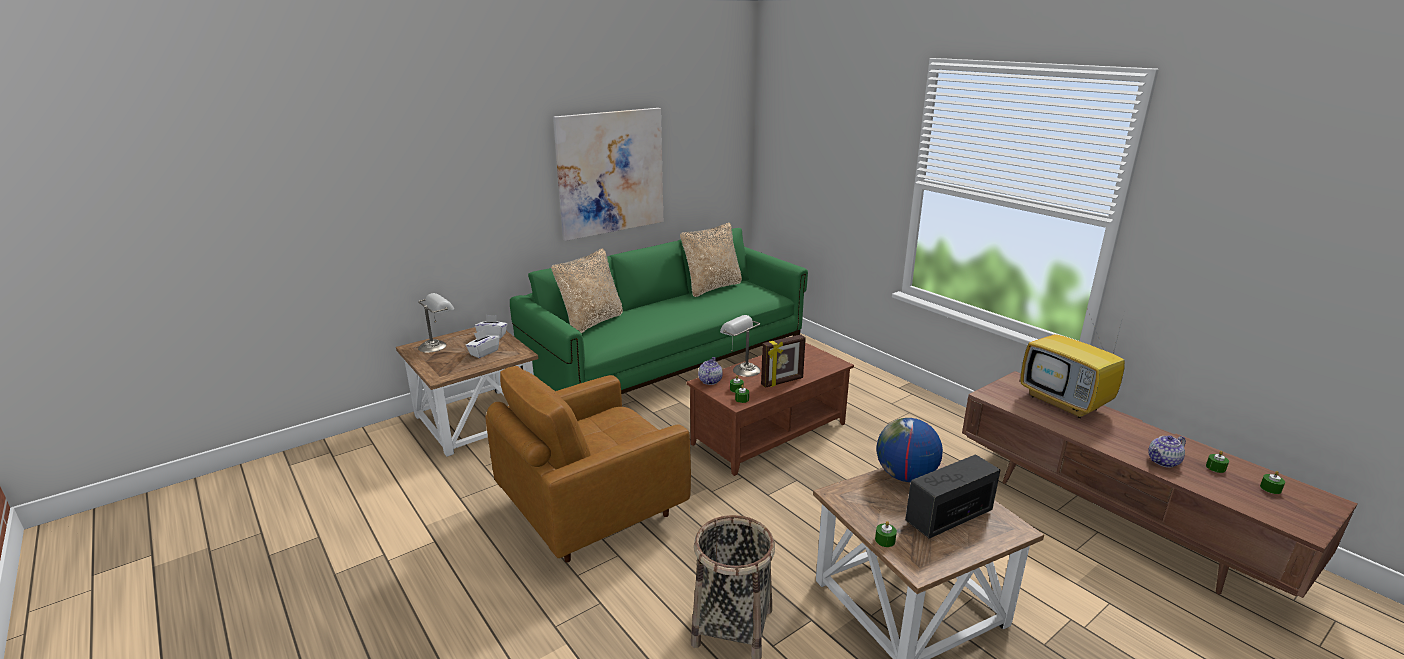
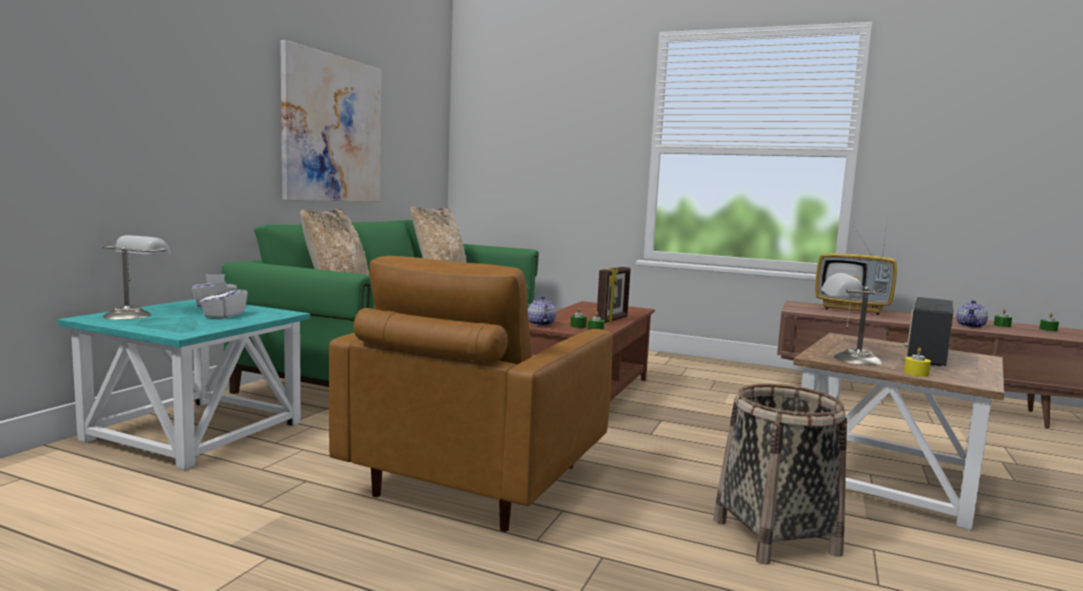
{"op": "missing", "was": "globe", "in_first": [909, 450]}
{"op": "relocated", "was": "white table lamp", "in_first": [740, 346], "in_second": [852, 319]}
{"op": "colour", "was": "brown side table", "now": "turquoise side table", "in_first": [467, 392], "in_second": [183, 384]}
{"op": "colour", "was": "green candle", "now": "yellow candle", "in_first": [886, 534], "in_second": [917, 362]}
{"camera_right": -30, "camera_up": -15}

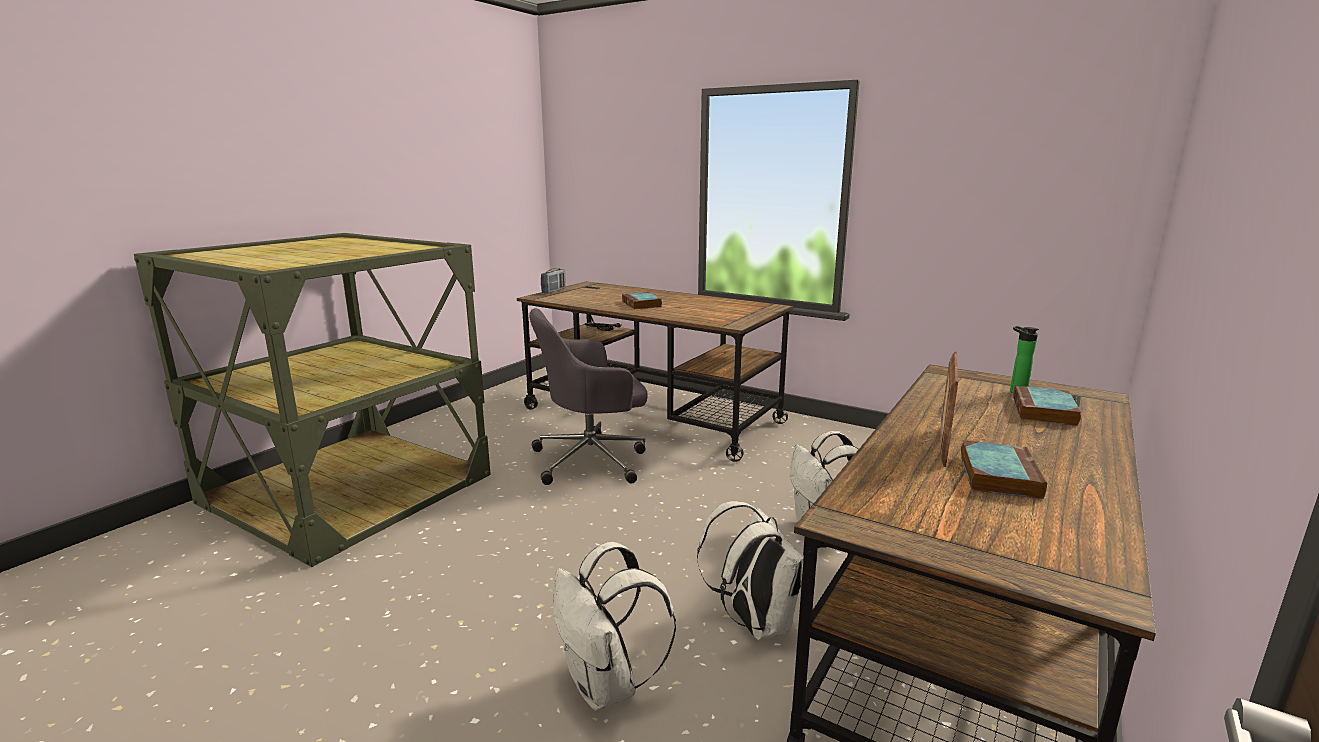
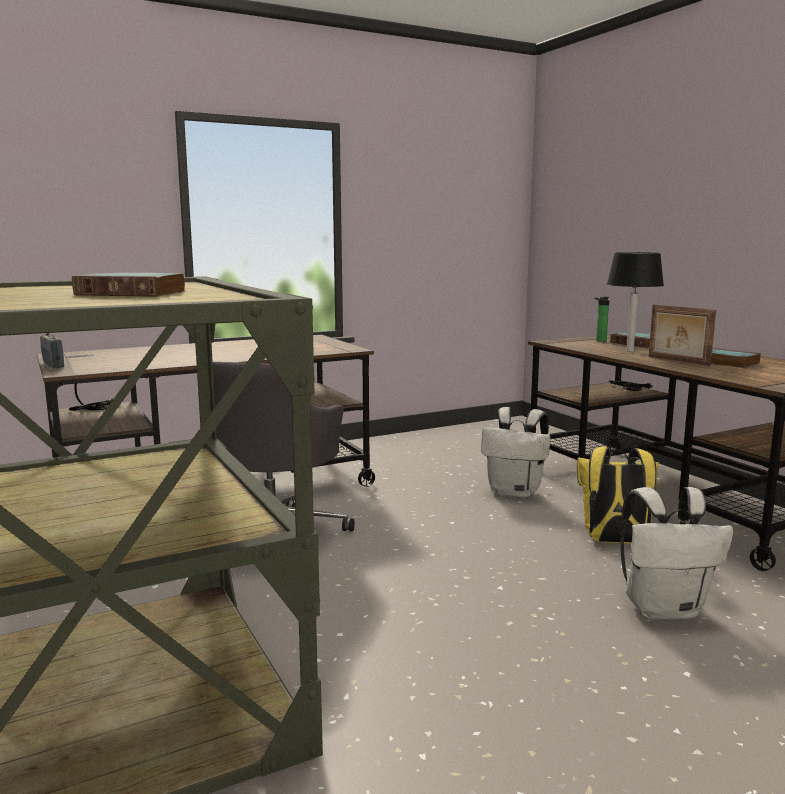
{"op": "appeared", "now": "black table lamp", "in_second": [635, 302]}
{"op": "relocated", "was": "book", "in_first": [642, 300], "in_second": [129, 284]}
{"op": "colour", "was": "white backpack", "now": "yellow backpack", "in_first": [750, 570], "in_second": [618, 495]}
{"camera_right": -60, "camera_up": -5}

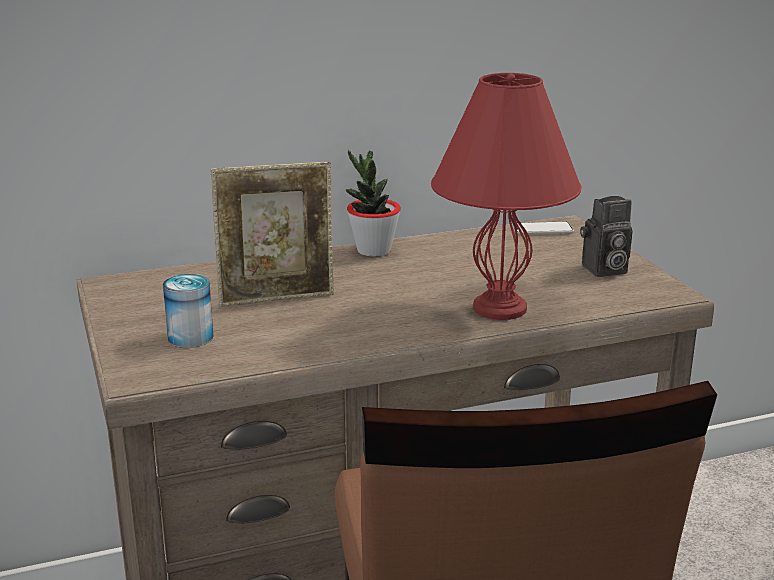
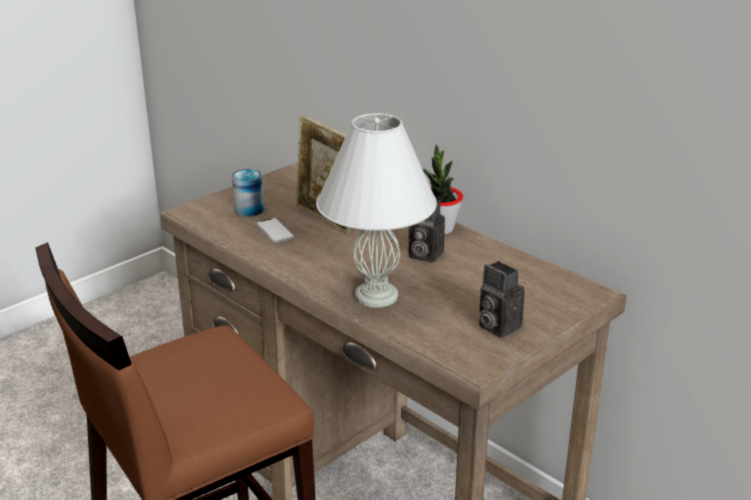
{"op": "appeared", "now": "photo camera", "in_second": [426, 231]}
{"op": "relocated", "was": "phone", "in_first": [543, 227], "in_second": [275, 230]}
{"op": "colour", "was": "red table lamp", "now": "white table lamp", "in_first": [506, 196], "in_second": [376, 210]}
{"camera_right": 65, "camera_up": 5}

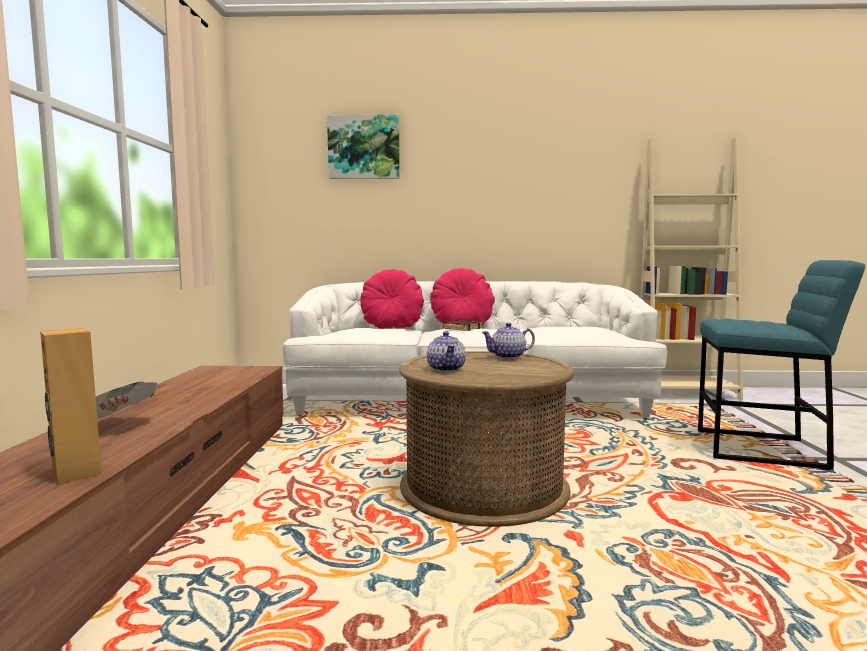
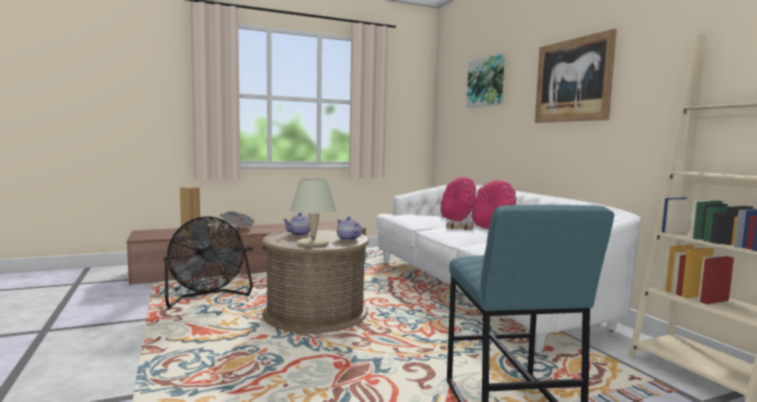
{"op": "appeared", "now": "black fan", "in_second": [208, 262]}
{"op": "appeared", "now": "beige table lamp", "in_second": [313, 212]}
{"op": "appeared", "now": "picture", "in_second": [576, 76]}
{"camera_right": 65, "camera_up": 0}

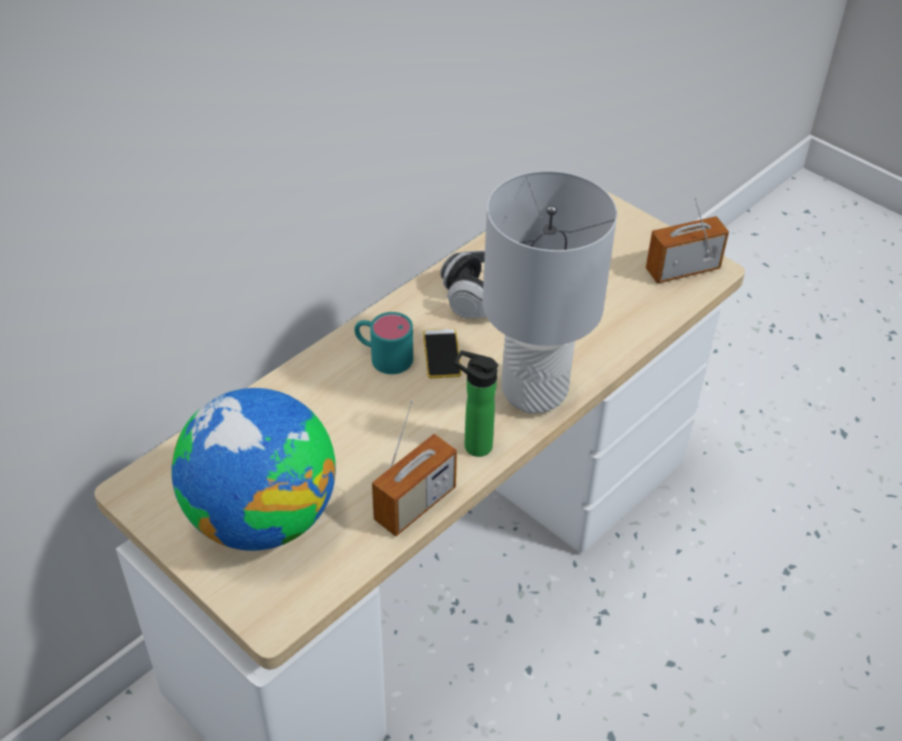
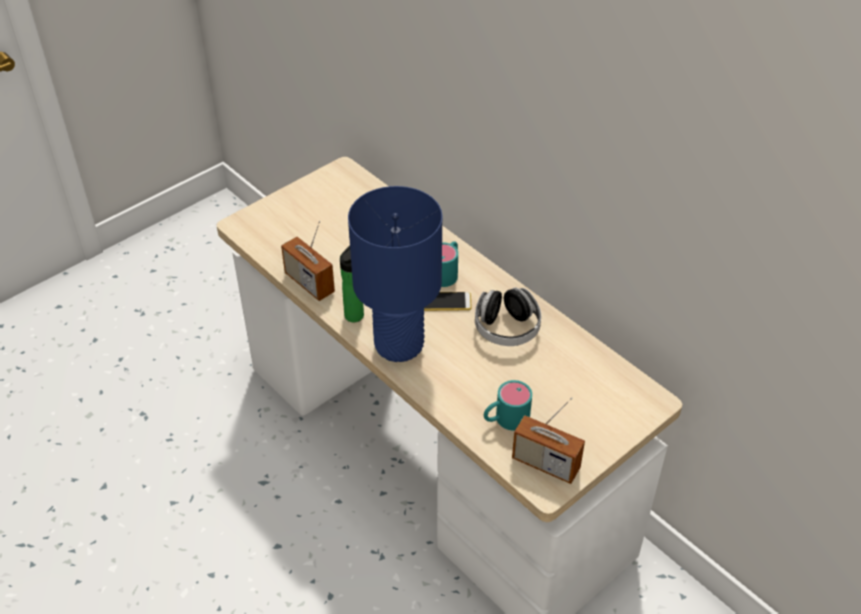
{"op": "missing", "was": "globe", "in_first": [253, 469]}
{"op": "appeared", "now": "turquoise mug", "in_second": [508, 405]}
{"op": "colour", "was": "grey table lamp", "now": "blue table lamp", "in_first": [550, 292], "in_second": [395, 274]}
{"op": "spun", "was": "radio", "in_first": [687, 240], "in_second": [548, 440], "clockwise": 135}
{"camera_right": 95, "camera_up": 0}

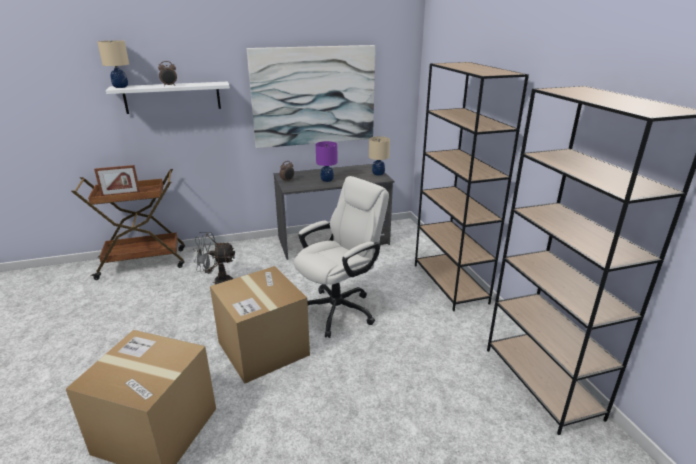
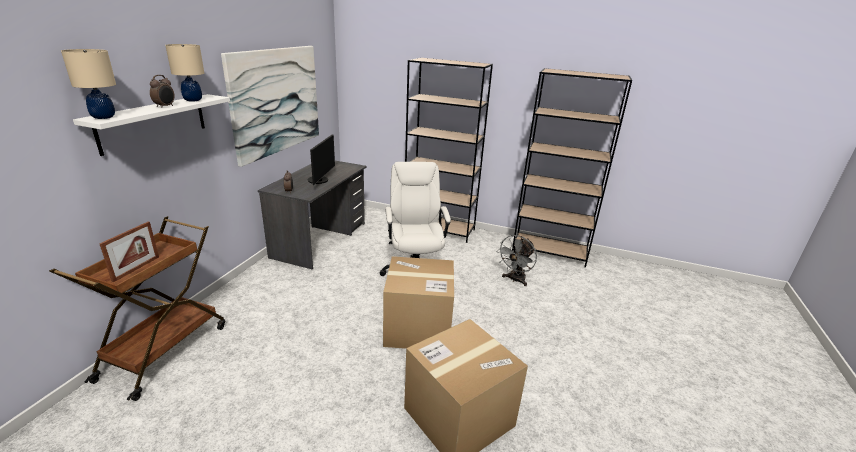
{"op": "relocated", "was": "grey fan", "in_first": [214, 258], "in_second": [516, 260]}
{"op": "relocated", "was": "beige table lamp", "in_first": [379, 156], "in_second": [184, 72]}
{"op": "exchanged", "was": "purple table lamp", "now": "monitor", "in_first": [326, 161], "in_second": [321, 159]}
{"camera_right": -55, "camera_up": 0}

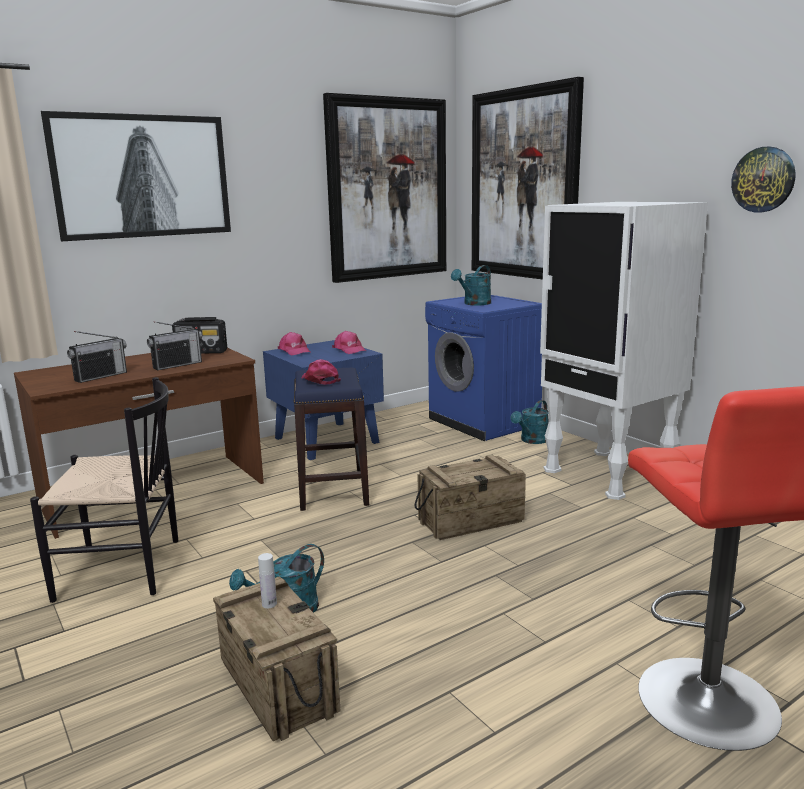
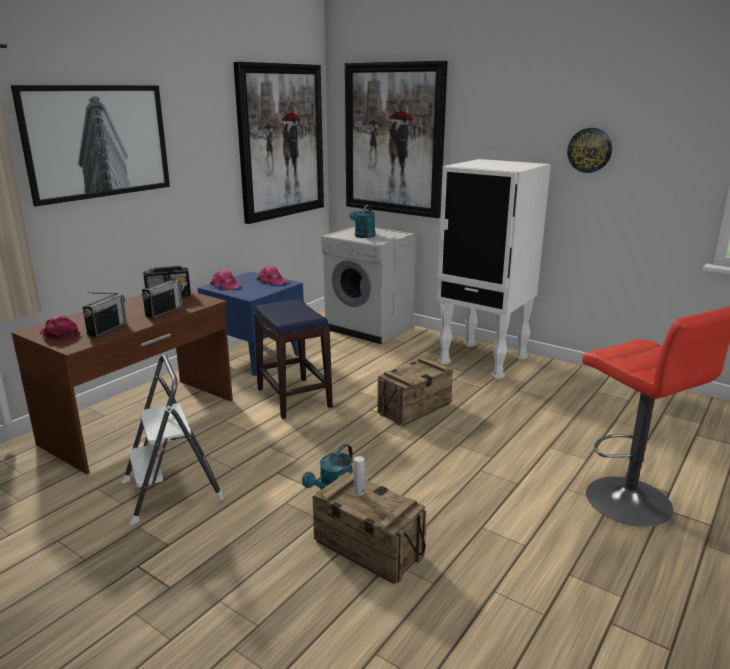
{"op": "missing", "was": "turquoise watering can", "in_first": [529, 422]}
{"op": "relocated", "was": "pink cap", "in_first": [321, 372], "in_second": [60, 327]}
{"op": "exchanged", "was": "black chair", "now": "white step ladder", "in_first": [104, 490], "in_second": [172, 440]}
{"op": "colour", "was": "blue washing machine", "now": "white washing machine", "in_first": [483, 368], "in_second": [368, 285]}
{"camera_right": -20, "camera_up": 5}

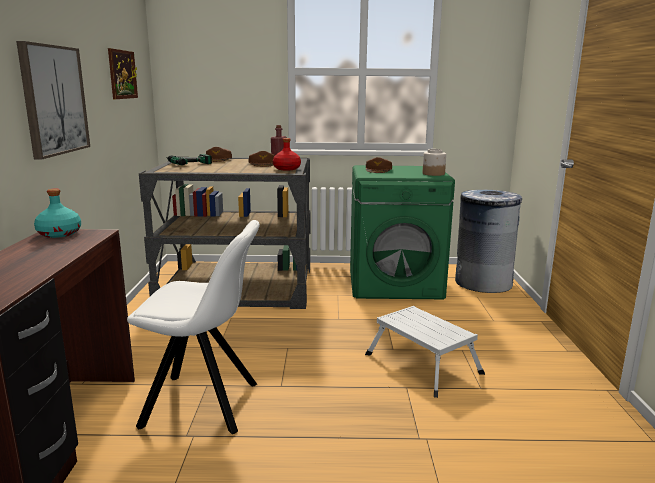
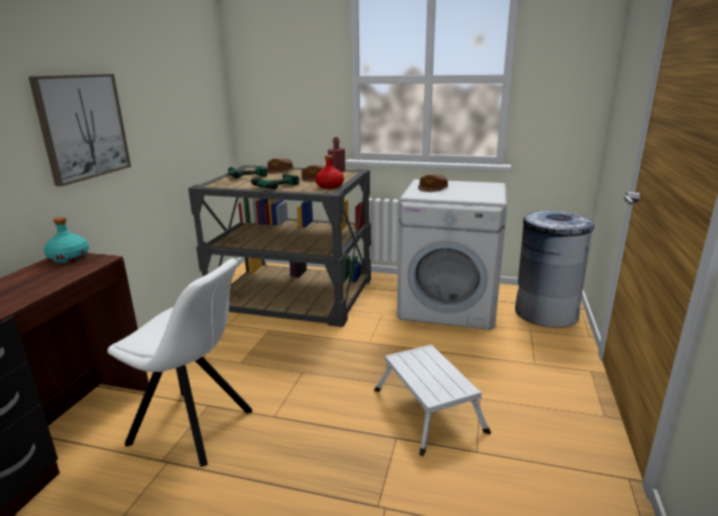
{"op": "missing", "was": "picture", "in_first": [123, 73]}
{"op": "missing", "was": "jar", "in_first": [434, 162]}
{"op": "appeared", "now": "power drill", "in_second": [272, 181]}
{"op": "colour", "was": "green washing machine", "now": "white washing machine", "in_first": [402, 232], "in_second": [452, 254]}
{"camera_right": 15, "camera_up": 5}

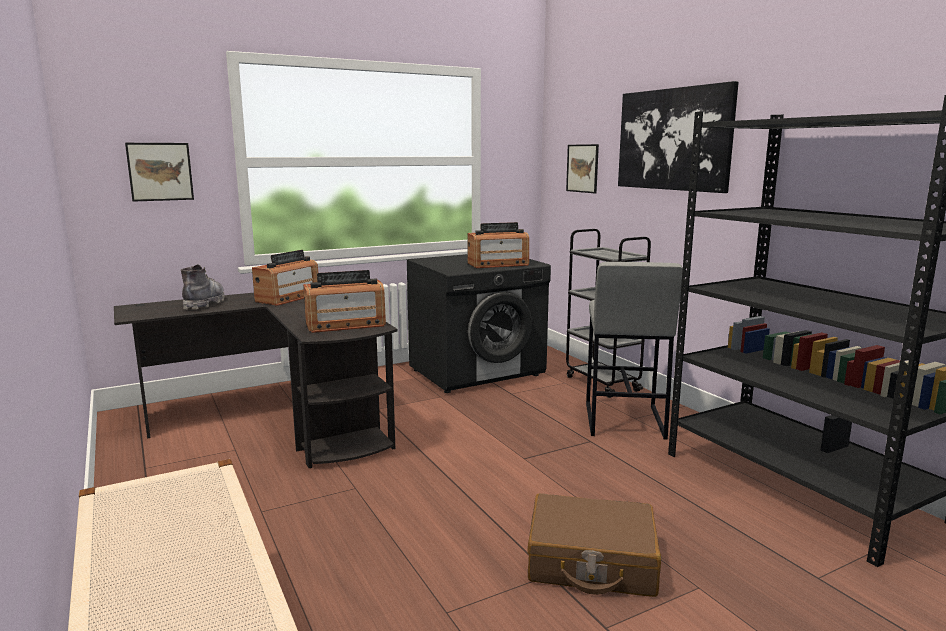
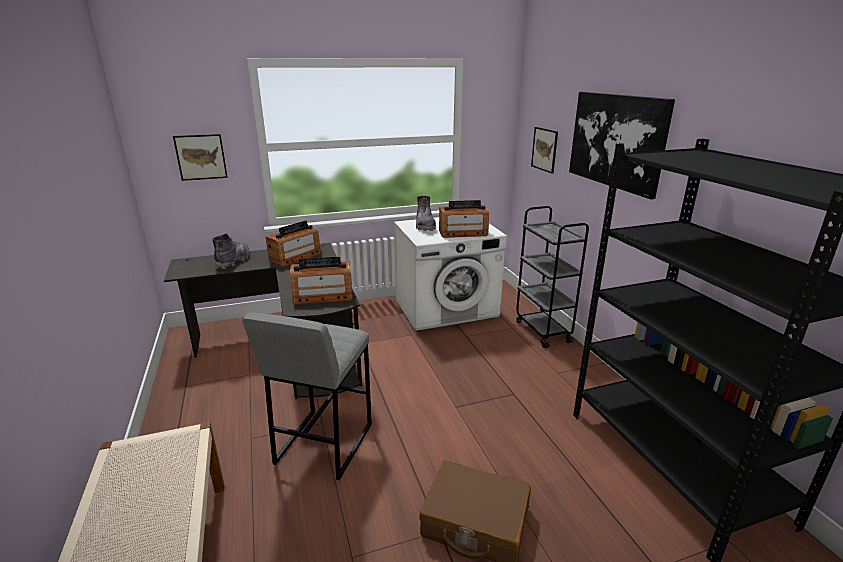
{"op": "appeared", "now": "grey boot", "in_second": [426, 213]}
{"op": "relocated", "was": "grey stool", "in_first": [634, 351], "in_second": [307, 396]}
{"op": "colour", "was": "black washing machine", "now": "white washing machine", "in_first": [479, 323], "in_second": [450, 274]}
{"camera_right": 10, "camera_up": 10}

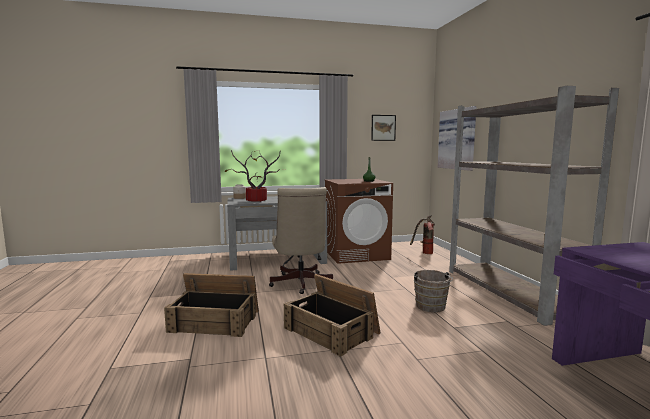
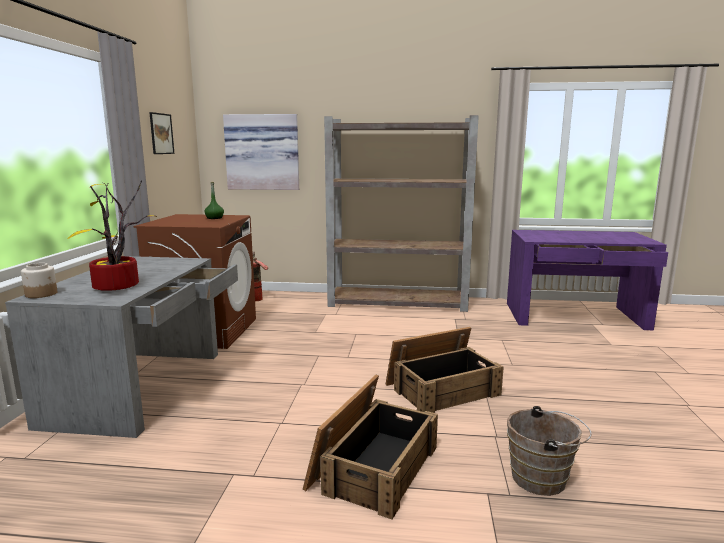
{"op": "missing", "was": "beige office chair", "in_first": [301, 240]}
{"op": "relocated", "was": "brown bucket", "in_first": [433, 291], "in_second": [549, 451]}
{"camera_right": -70, "camera_up": 5}

